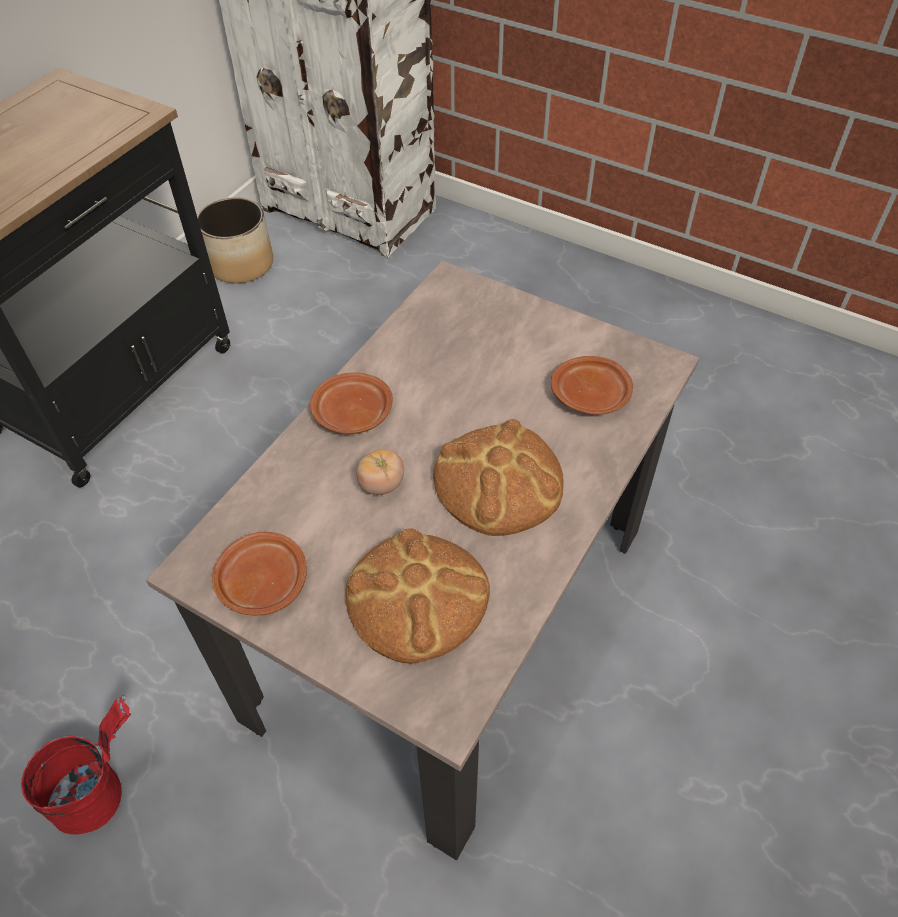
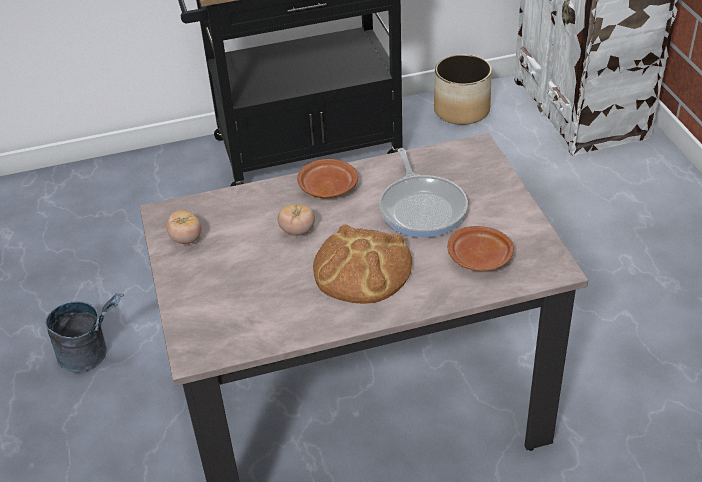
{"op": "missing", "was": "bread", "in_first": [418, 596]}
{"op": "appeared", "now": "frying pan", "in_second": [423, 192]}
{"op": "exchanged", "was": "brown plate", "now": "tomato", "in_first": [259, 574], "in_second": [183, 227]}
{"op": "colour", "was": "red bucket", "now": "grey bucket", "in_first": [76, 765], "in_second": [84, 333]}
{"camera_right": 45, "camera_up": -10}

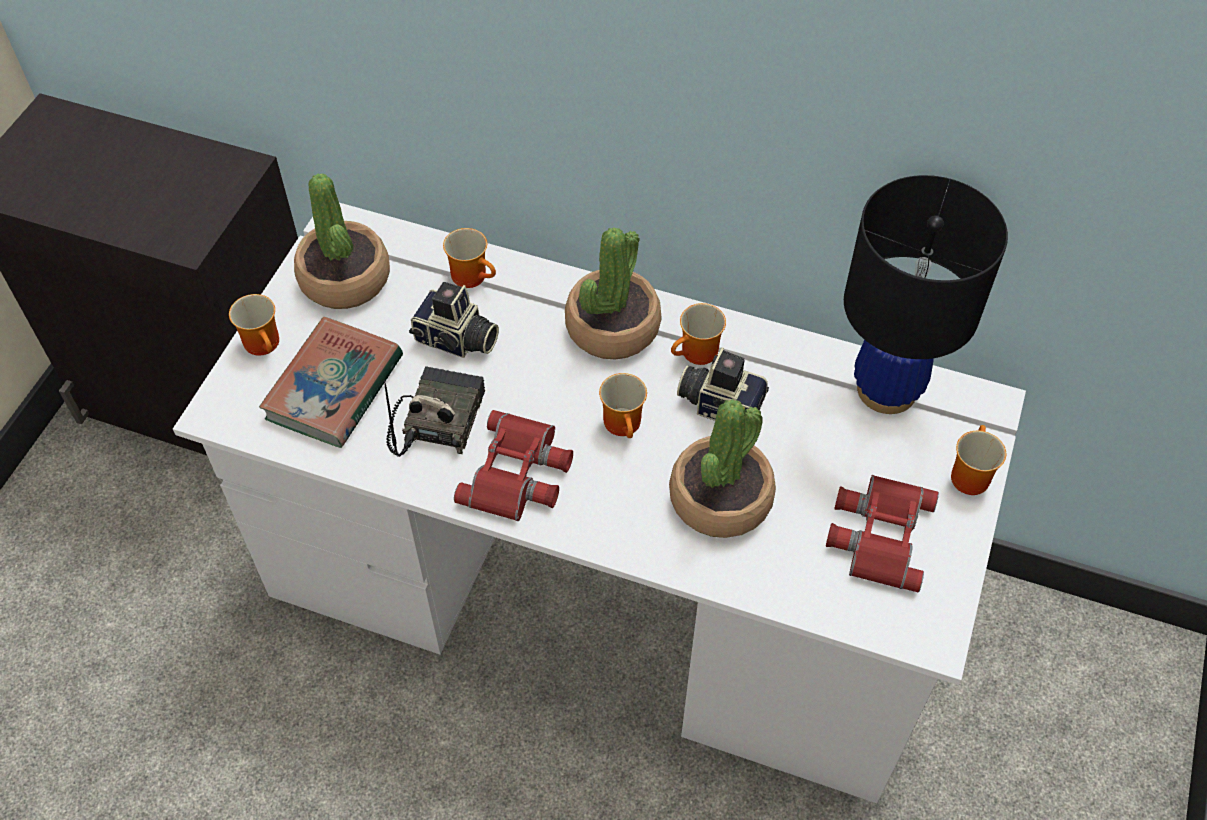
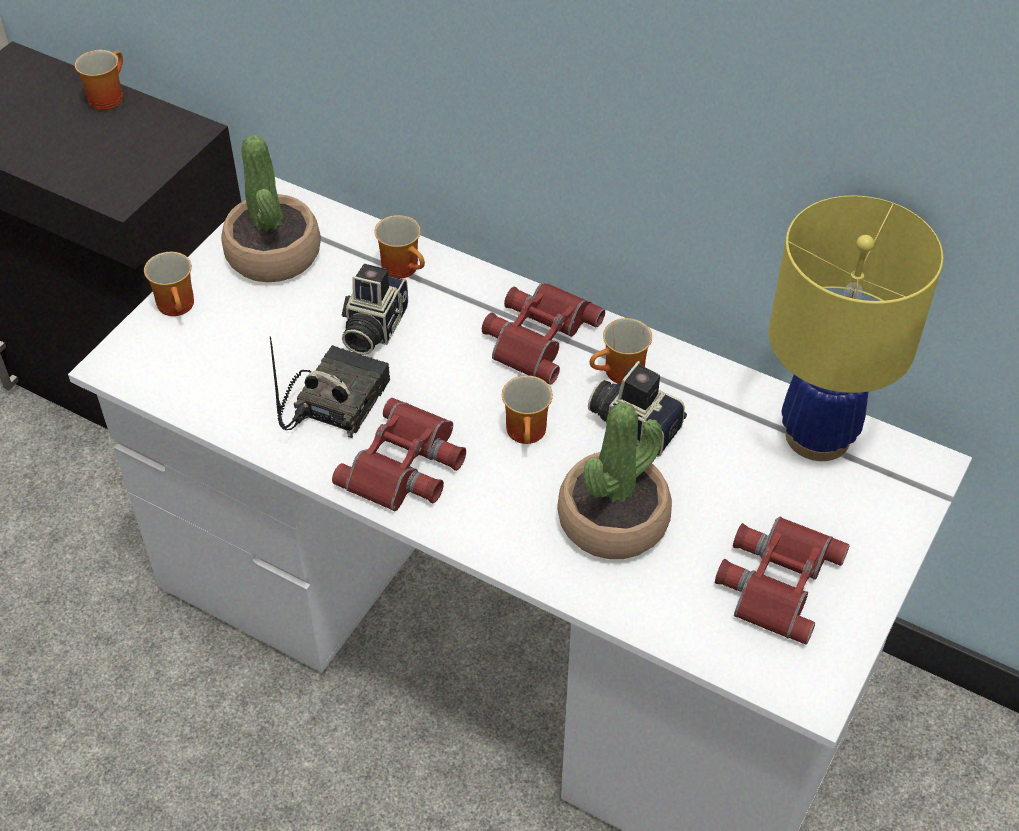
{"op": "missing", "was": "book", "in_first": [331, 382]}
{"op": "relocated", "was": "mug", "in_first": [978, 460], "in_second": [99, 80]}
{"op": "exchanged", "was": "potted plant", "now": "red binoculars", "in_first": [613, 293], "in_second": [543, 334]}
{"op": "colour", "was": "black table lamp", "now": "yellow table lamp", "in_first": [926, 294], "in_second": [856, 328]}
{"op": "spun", "was": "photo camera", "in_first": [454, 320], "in_second": [375, 309], "clockwise": 75}
{"camera_right": 10, "camera_up": -5}

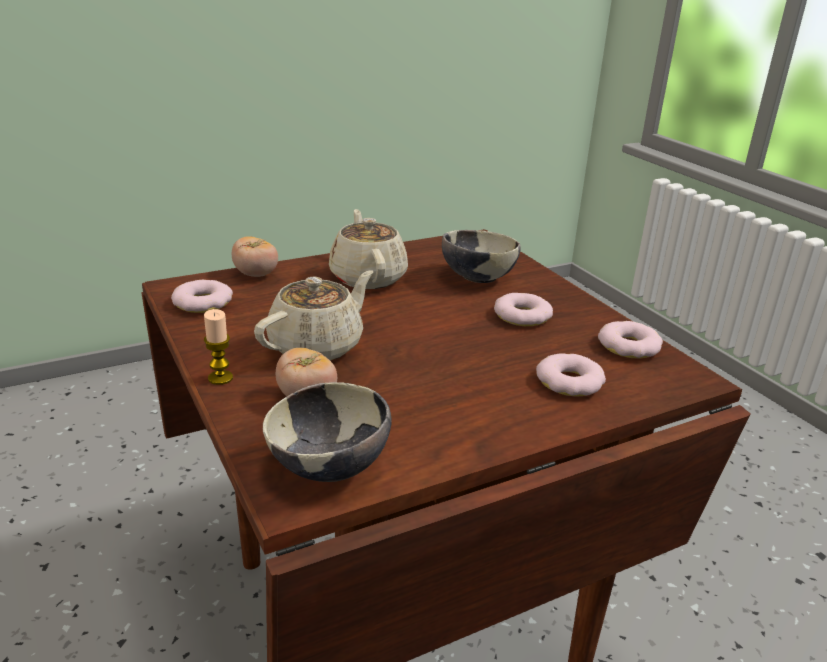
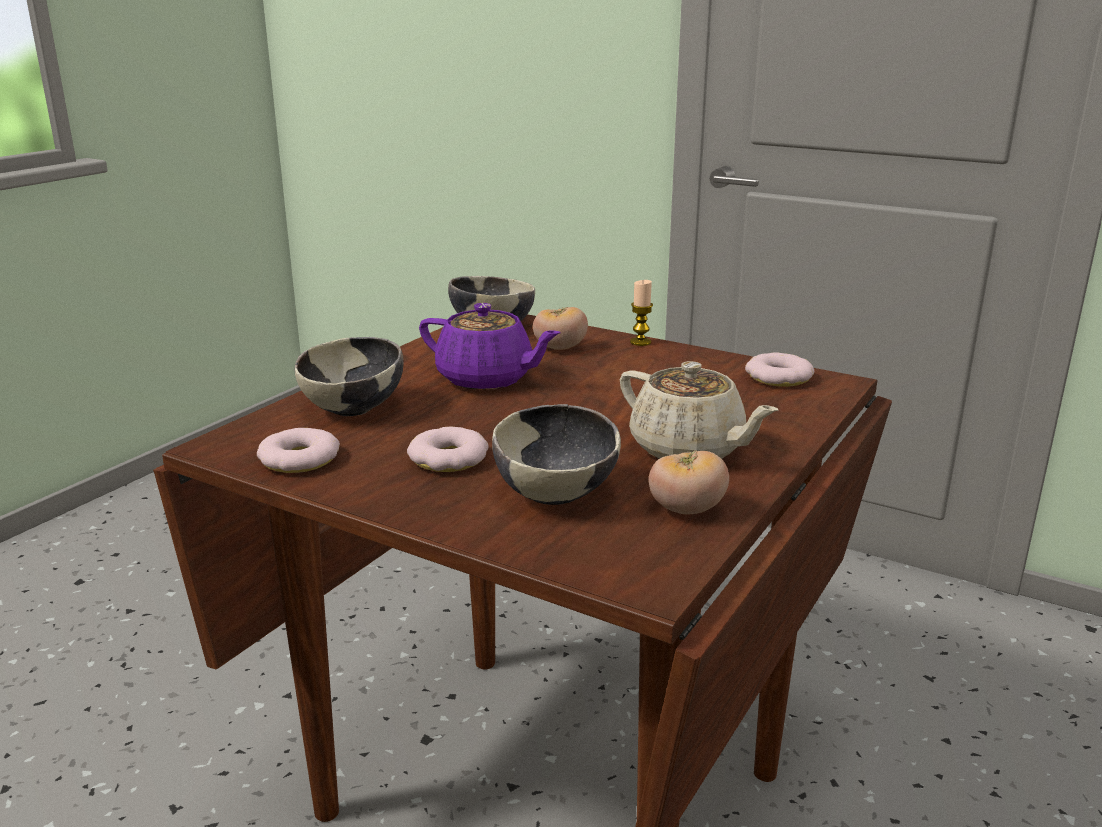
{"op": "missing", "was": "beige teapot", "in_first": [313, 315]}
{"op": "appeared", "now": "purple teapot", "in_second": [490, 346]}
{"op": "relocated", "was": "tomato", "in_first": [255, 256], "in_second": [689, 482]}
{"op": "exchanged", "was": "donut", "now": "bowl", "in_first": [571, 375], "in_second": [349, 376]}
{"camera_right": 150, "camera_up": -5}

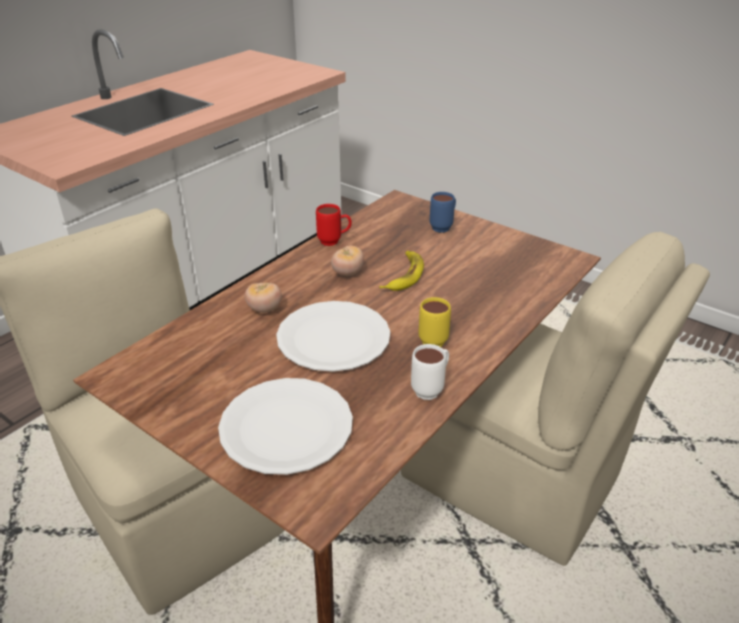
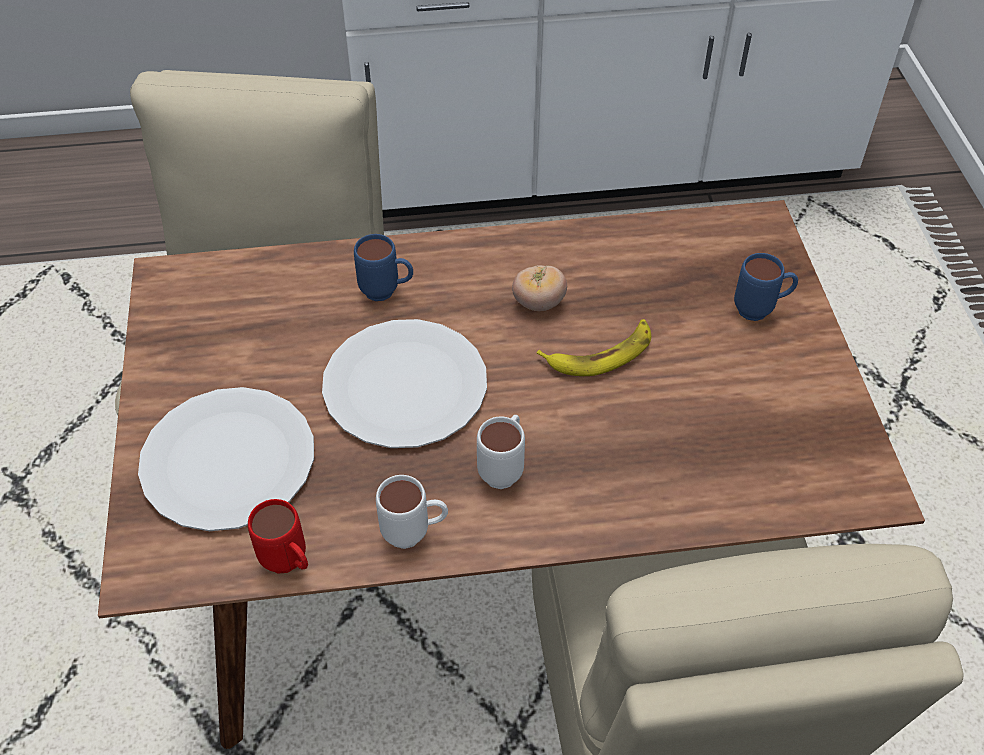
{"op": "relocated", "was": "red mug", "in_first": [334, 225], "in_second": [278, 536]}
{"op": "exchanged", "was": "tomato", "now": "blue mug", "in_first": [263, 298], "in_second": [383, 267]}
{"op": "colour", "was": "yellow mug", "now": "white mug", "in_first": [435, 322], "in_second": [501, 452]}
{"camera_right": 45, "camera_up": 15}

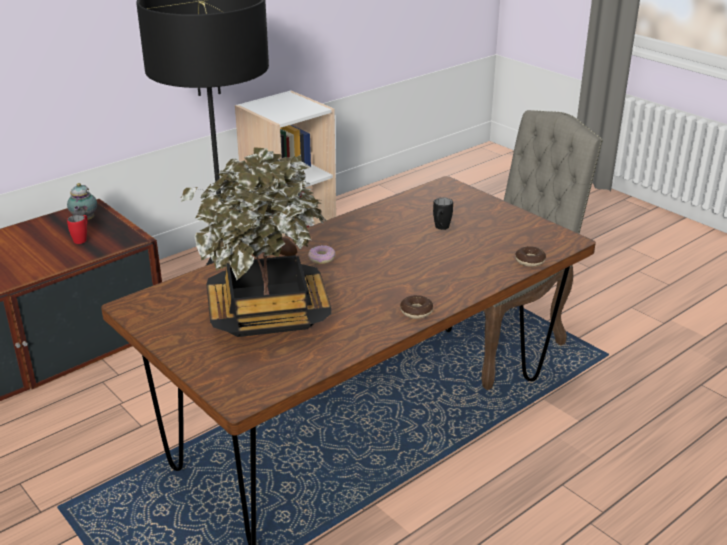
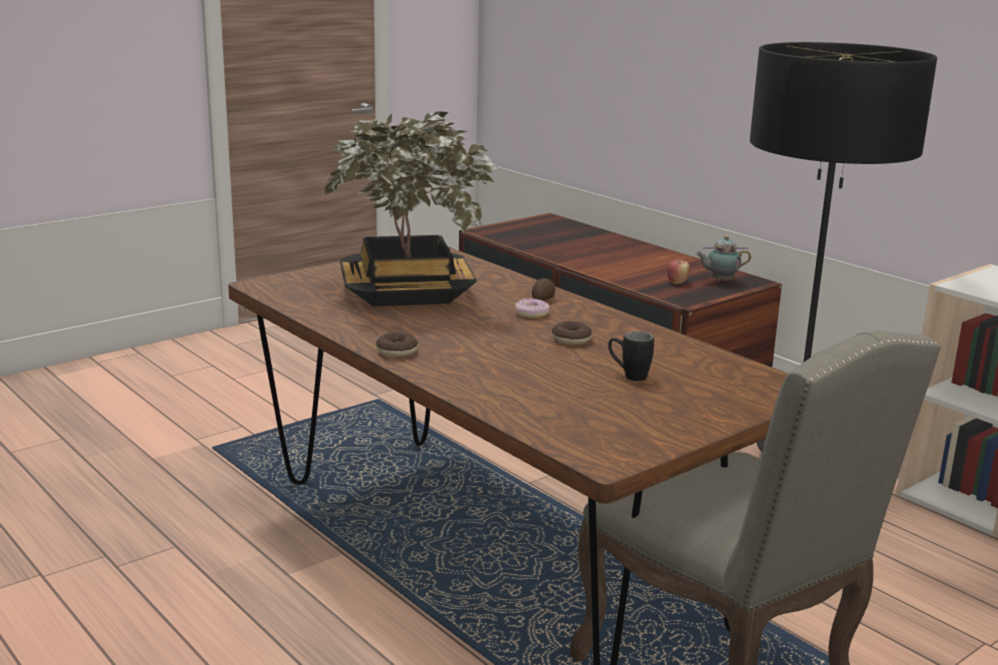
{"op": "relocated", "was": "donut", "in_first": [530, 256], "in_second": [572, 333]}
{"op": "exchanged", "was": "red mug", "now": "apple", "in_first": [77, 229], "in_second": [678, 272]}
{"camera_right": 90, "camera_up": -10}

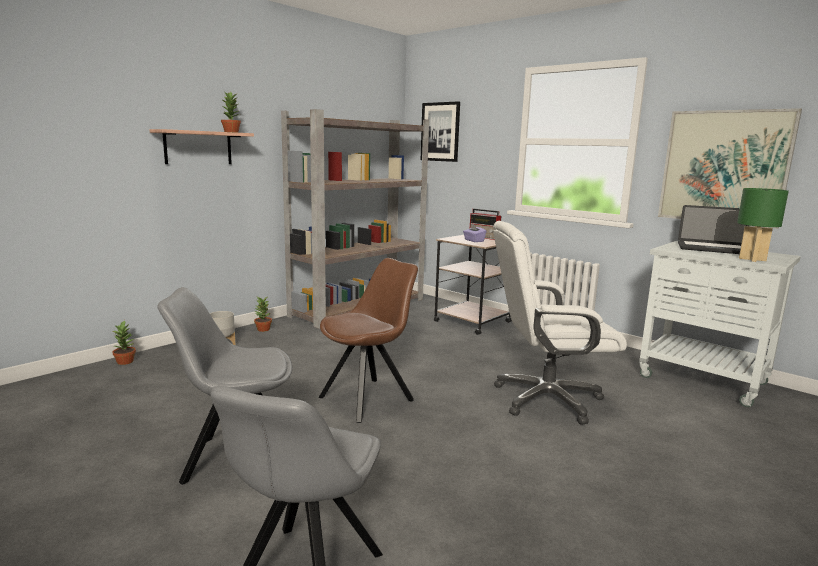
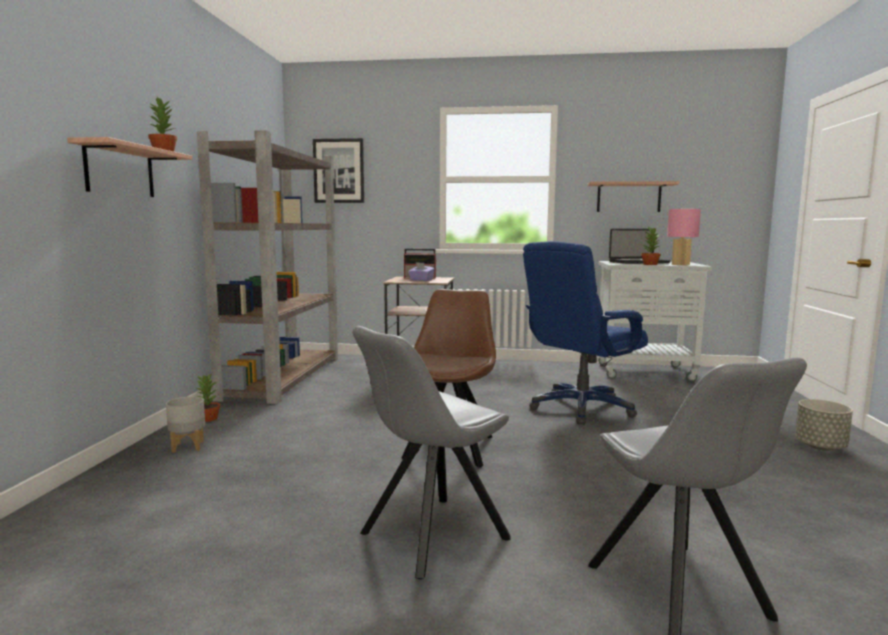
{"op": "appeared", "now": "grey planter", "in_second": [824, 425]}
{"op": "relocated", "was": "potted plant", "in_first": [123, 342], "in_second": [651, 246]}
{"op": "exchanged", "was": "picture", "now": "shelf", "in_first": [730, 168], "in_second": [633, 196]}
{"op": "colour", "was": "white office chair", "now": "blue office chair", "in_first": [560, 322], "in_second": [585, 333]}
{"op": "colour", "was": "green table lamp", "now": "pink table lamp", "in_first": [763, 225], "in_second": [684, 237]}
{"camera_right": -35, "camera_up": -5}

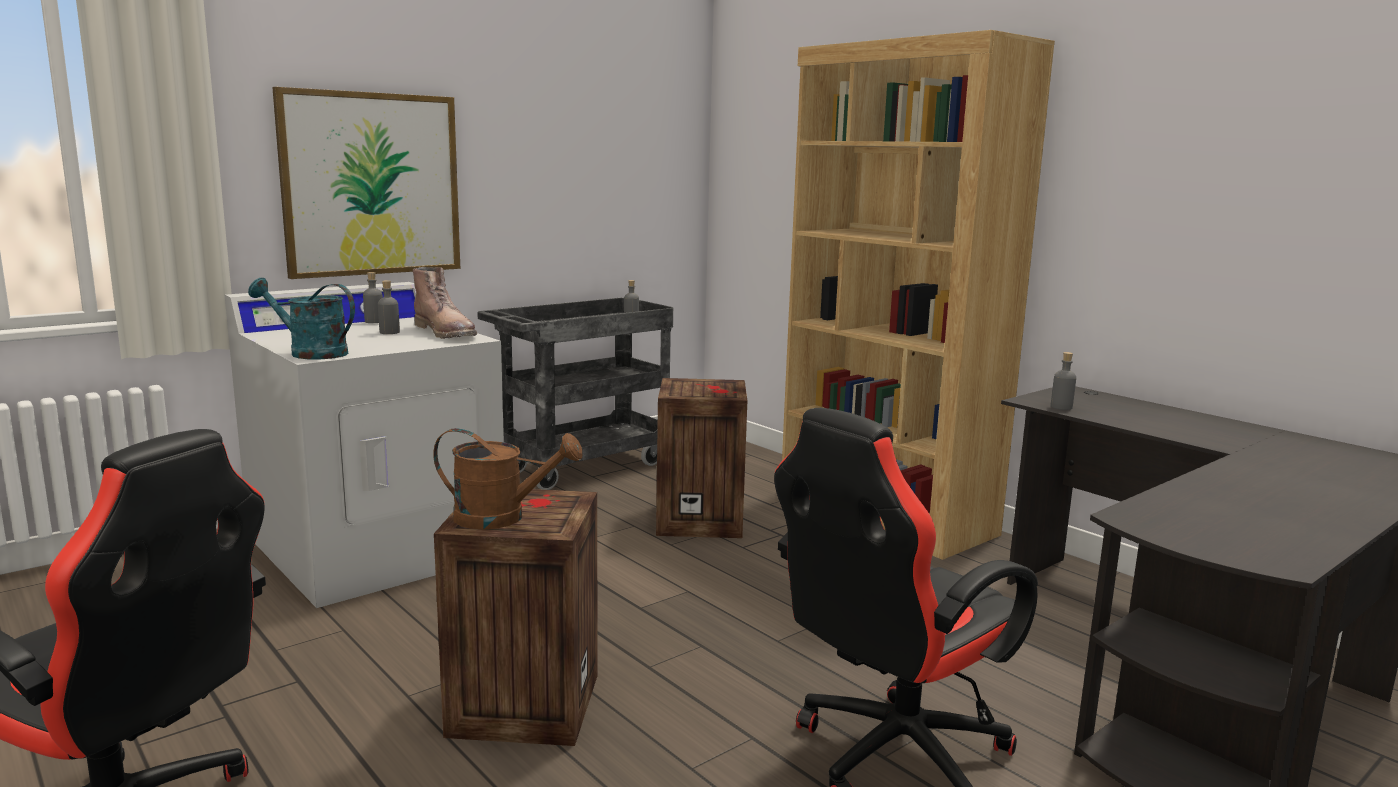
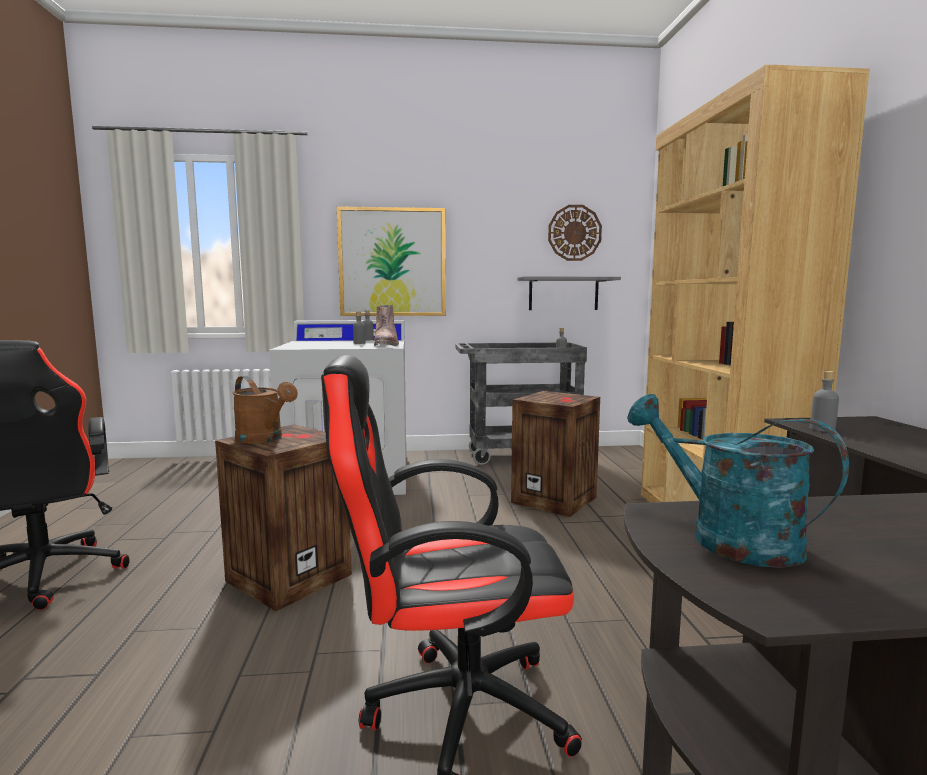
{"op": "appeared", "now": "grey shelf", "in_second": [569, 293]}
{"op": "appeared", "now": "wall clock", "in_second": [575, 233]}
{"op": "relocated", "was": "turquoise watering can", "in_first": [301, 318], "in_second": [738, 481]}
{"camera_right": 35, "camera_up": -5}

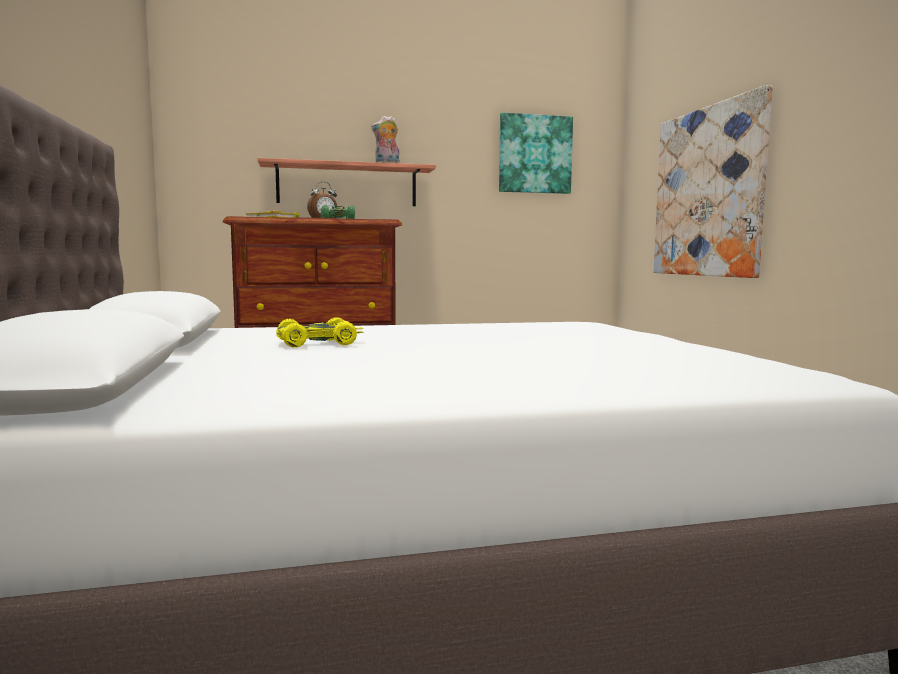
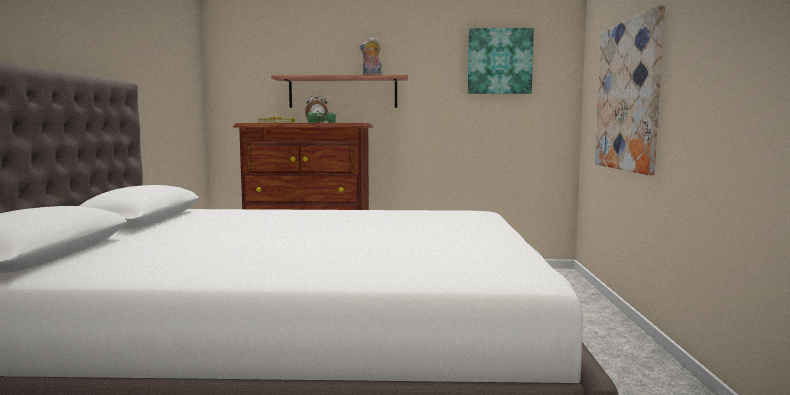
{"op": "missing", "was": "yellow toy car", "in_first": [320, 332]}
{"camera_right": 15, "camera_up": 0}

